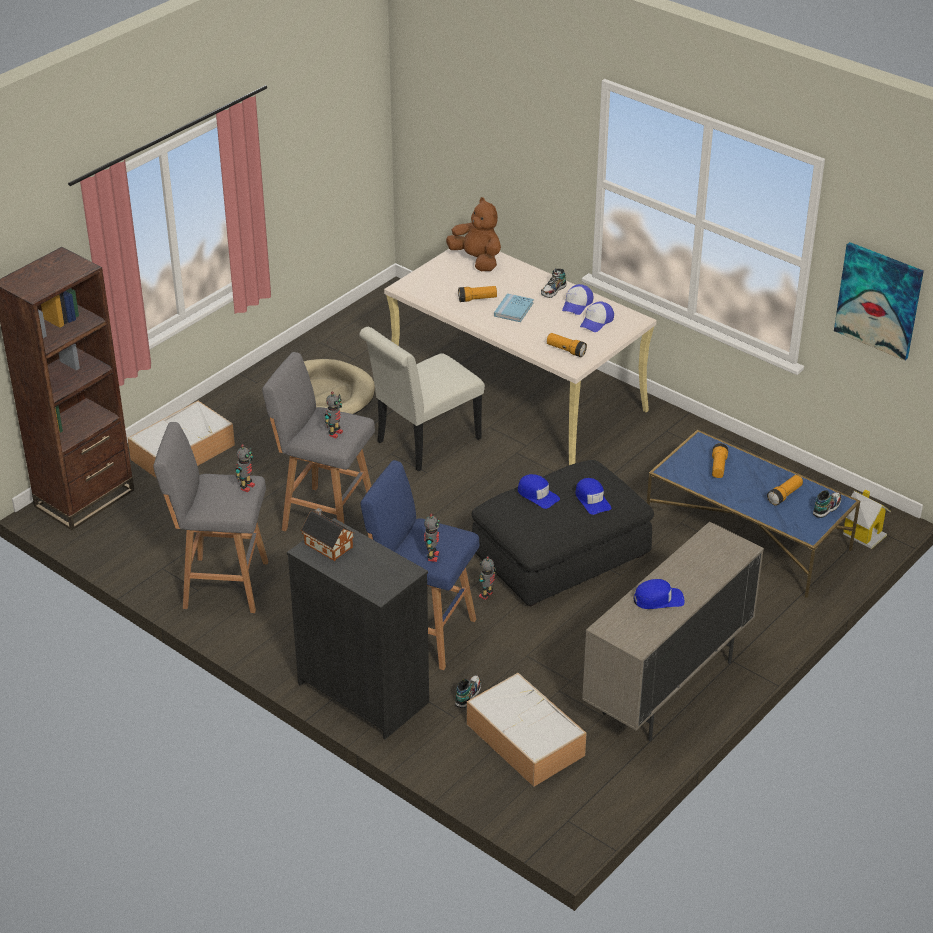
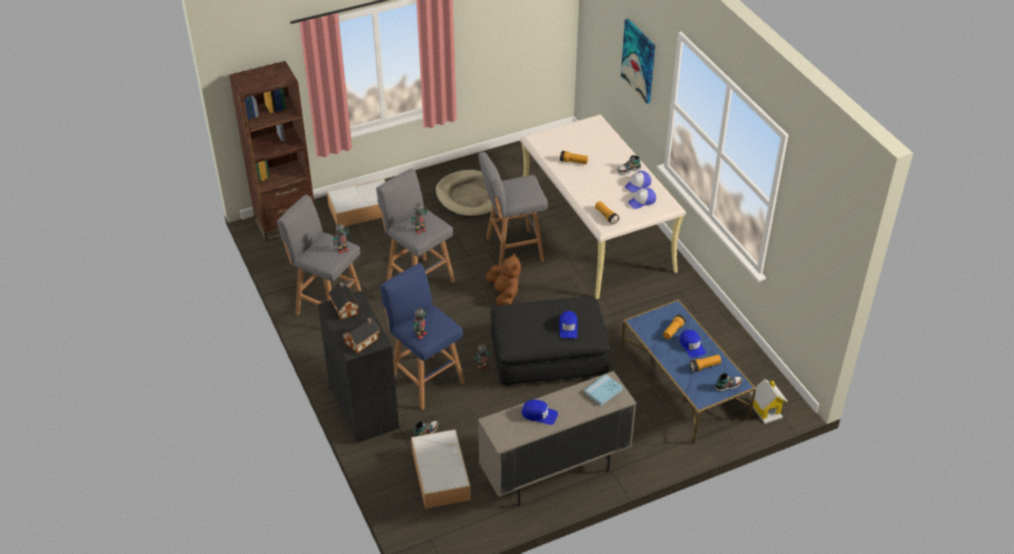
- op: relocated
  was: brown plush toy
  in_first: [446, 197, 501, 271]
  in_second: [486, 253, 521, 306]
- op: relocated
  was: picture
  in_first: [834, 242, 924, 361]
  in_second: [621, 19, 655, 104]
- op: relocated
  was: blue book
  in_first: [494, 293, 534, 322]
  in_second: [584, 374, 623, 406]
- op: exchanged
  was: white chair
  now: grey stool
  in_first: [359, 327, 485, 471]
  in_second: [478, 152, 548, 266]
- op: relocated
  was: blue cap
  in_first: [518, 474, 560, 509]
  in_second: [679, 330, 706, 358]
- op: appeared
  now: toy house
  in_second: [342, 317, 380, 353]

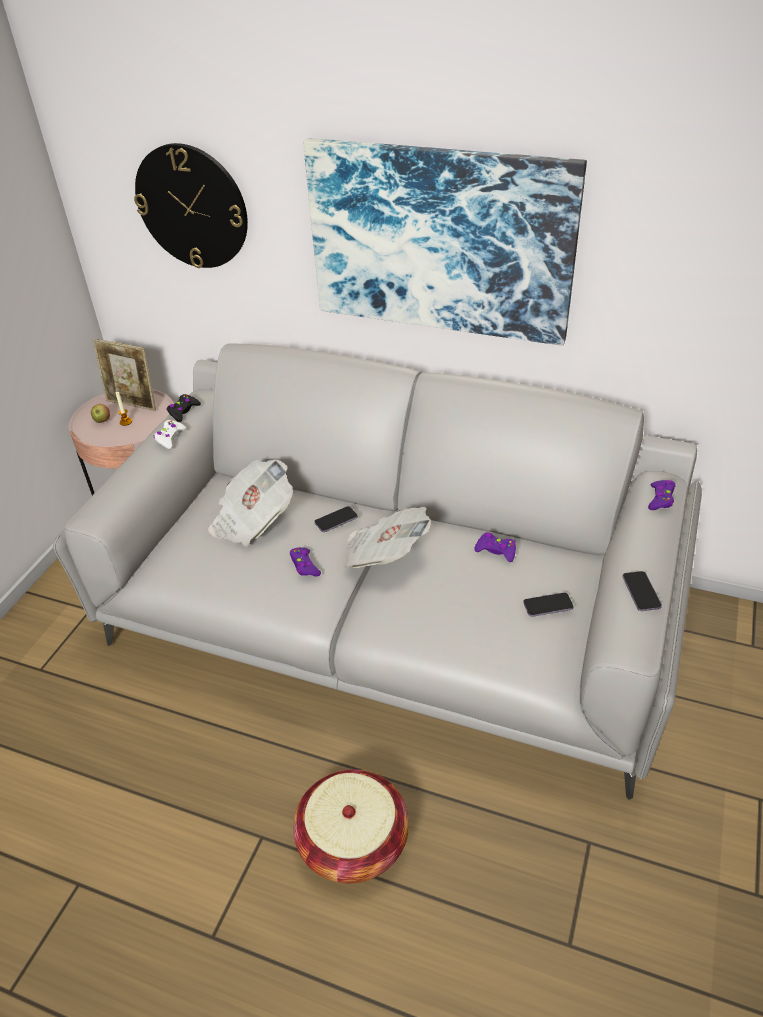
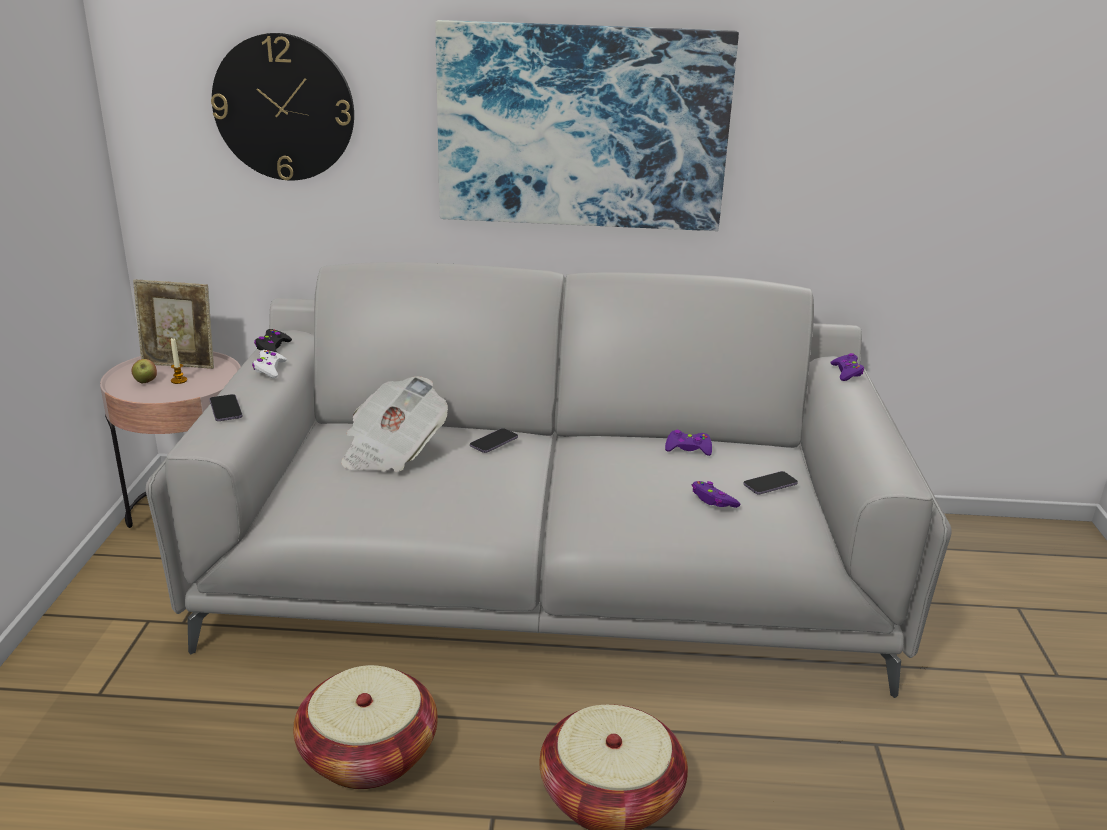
- op: missing
  was: newspaper
  in_first: [345, 507, 431, 568]
- op: relocated
  was: purple game controller
  in_first: [290, 548, 321, 577]
  in_second: [692, 481, 740, 508]
- op: relocated
  was: phone
  in_first: [622, 571, 662, 611]
  in_second: [210, 394, 242, 421]
- op: appeared
  now: basket
  in_second: [293, 665, 438, 789]

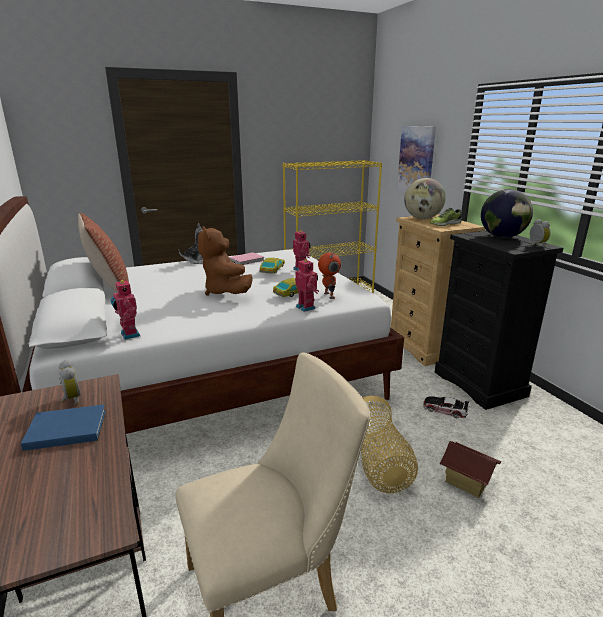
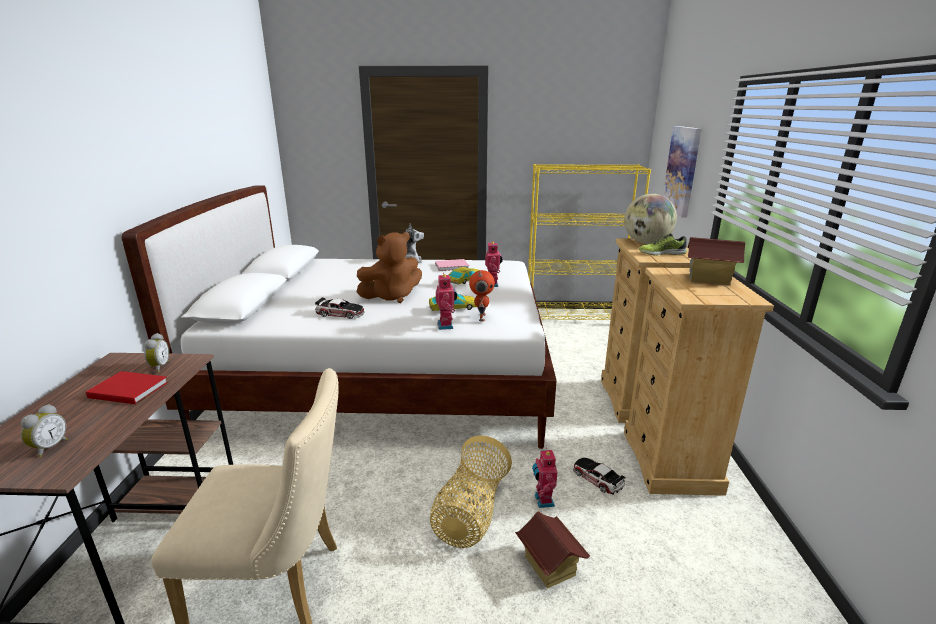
- op: exchanged
  was: globe
  now: toy house
  in_first: [481, 189, 533, 238]
  in_second: [688, 237, 745, 286]
- op: missing
  was: pillow
  in_first: [78, 213, 129, 292]
- op: relocated
  was: alarm clock
  in_first: [530, 219, 551, 247]
  in_second: [21, 404, 67, 457]
- op: spun
  was: brown plush toy
  in_first: [198, 226, 253, 296]
  in_second: [356, 232, 422, 303]
  clockwise: -120
- op: colour
  was: black dresser
  now: beige dresser
  in_first: [435, 231, 563, 410]
  in_second: [624, 267, 774, 496]
- op: relocated
  was: toy robot
  in_first: [111, 279, 140, 340]
  in_second: [532, 448, 557, 508]
- op: colour
  was: blue book
  now: red book
  in_first: [21, 404, 106, 451]
  in_second: [86, 371, 168, 404]
- op: appeared
  now: toy car
  in_second: [315, 297, 364, 319]

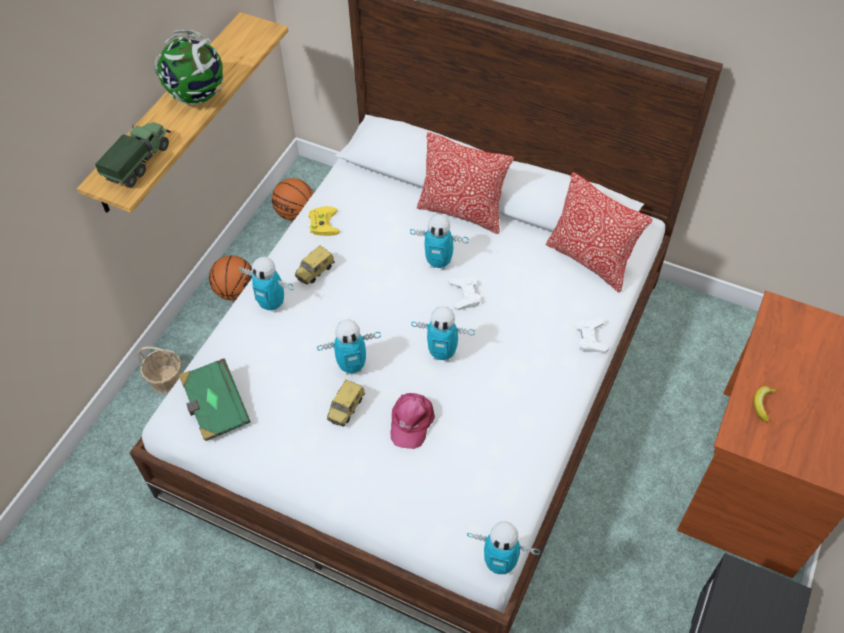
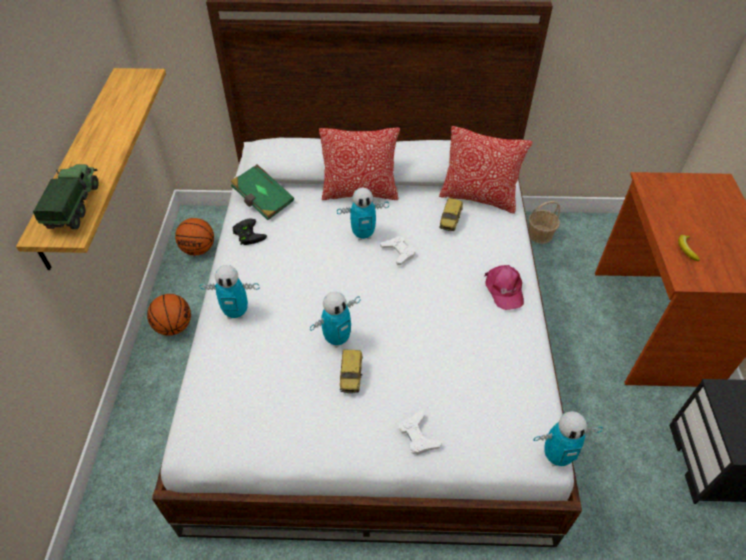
- op: missing
  was: globe
  in_first: [154, 30, 224, 105]
- op: colour
  was: yellow game controller
  now: black game controller
  in_first: [308, 206, 340, 236]
  in_second: [233, 219, 267, 245]
- op: relocated
  was: toy car
  in_first: [295, 245, 335, 285]
  in_second: [439, 198, 463, 231]
- op: missing
  was: toy robot
  in_first: [411, 306, 475, 361]
- op: relocated
  was: white game controller
  in_first: [576, 318, 609, 353]
  in_second: [399, 411, 442, 455]
- op: relocated
  was: basket
  in_first: [138, 346, 182, 394]
  in_second: [528, 201, 560, 244]
- op: relocated
  was: green book
  in_first: [179, 358, 251, 441]
  in_second: [231, 164, 294, 220]
- op: relocated
  was: pink cap
  in_first: [391, 393, 435, 449]
  in_second: [484, 265, 524, 310]

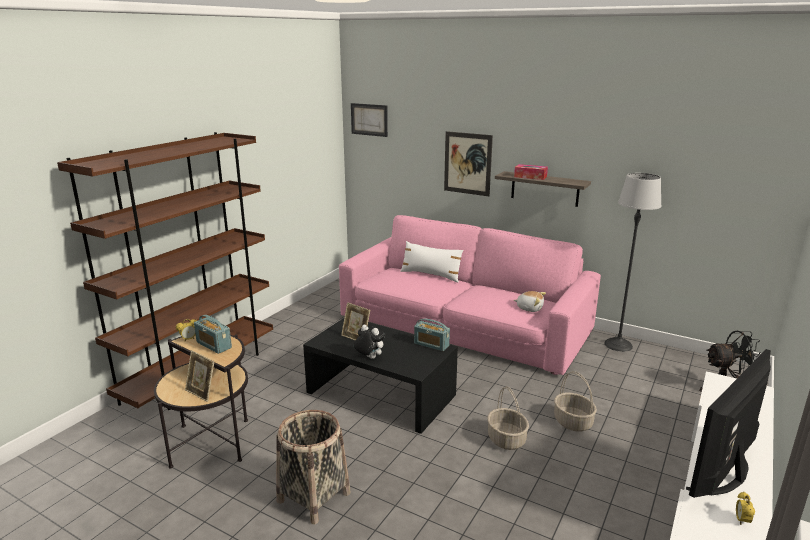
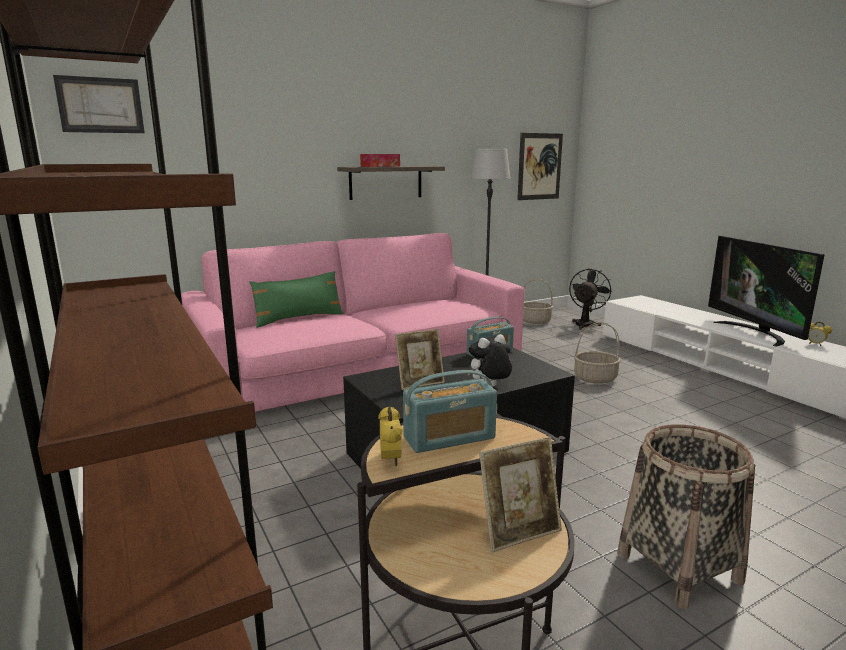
- op: relocated
  was: picture
  in_first: [444, 131, 493, 196]
  in_second: [517, 133, 563, 200]
- op: colour
  was: white pillow
  now: green pillow
  in_first: [400, 241, 464, 282]
  in_second: [249, 271, 344, 328]
- op: missing
  was: plush toy
  in_first: [514, 291, 546, 312]
- op: relocated
  was: basket
  in_first: [487, 386, 529, 450]
  in_second: [523, 278, 553, 324]

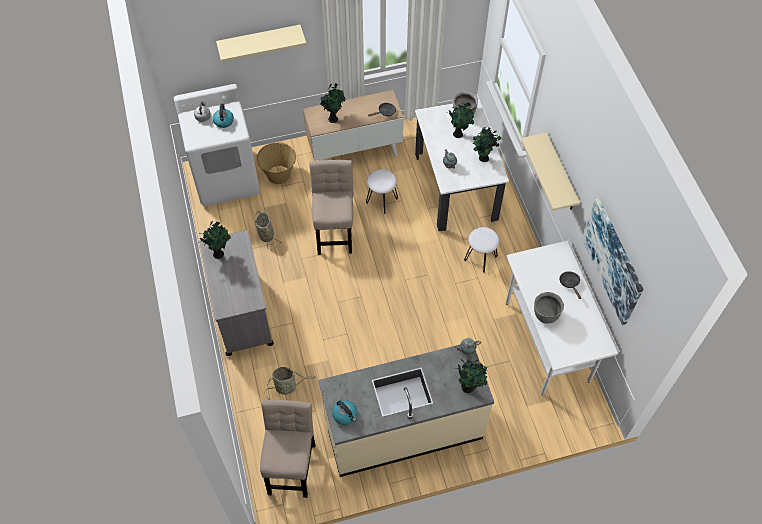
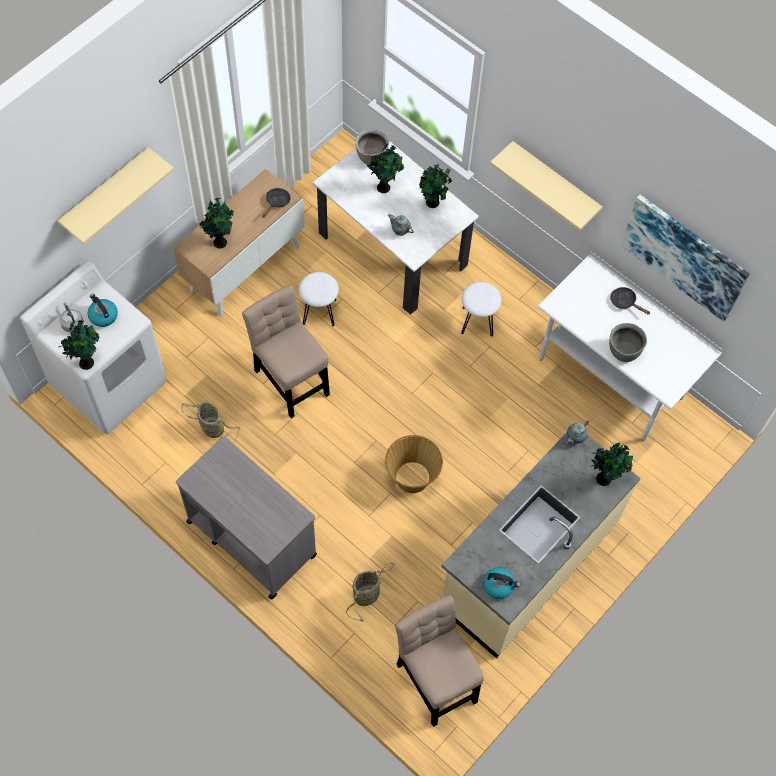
- op: relocated
  was: basket
  in_first: [257, 142, 296, 184]
  in_second: [385, 435, 443, 493]
- op: relocated
  was: potted plant
  in_first: [199, 221, 231, 259]
  in_second: [59, 320, 99, 370]

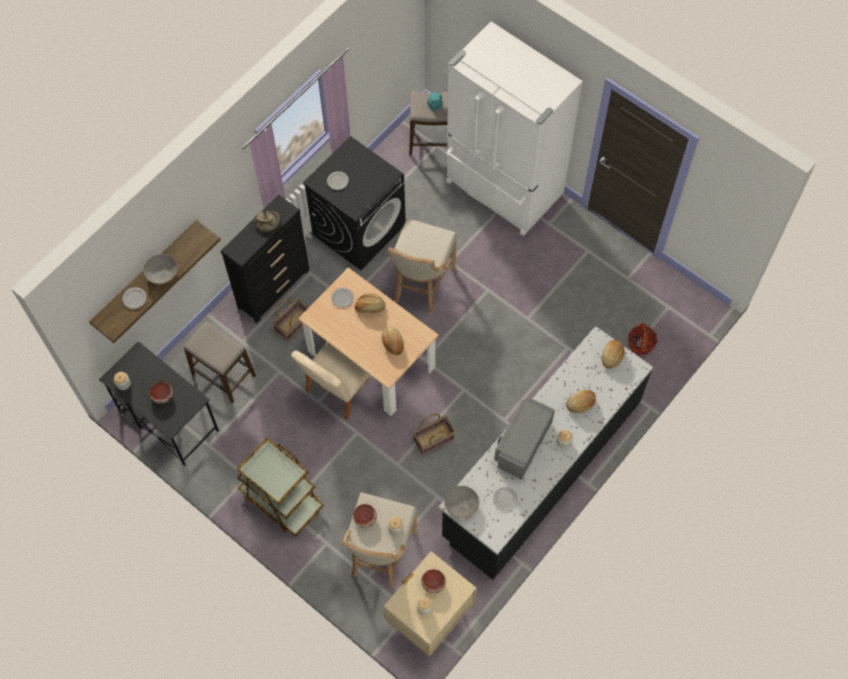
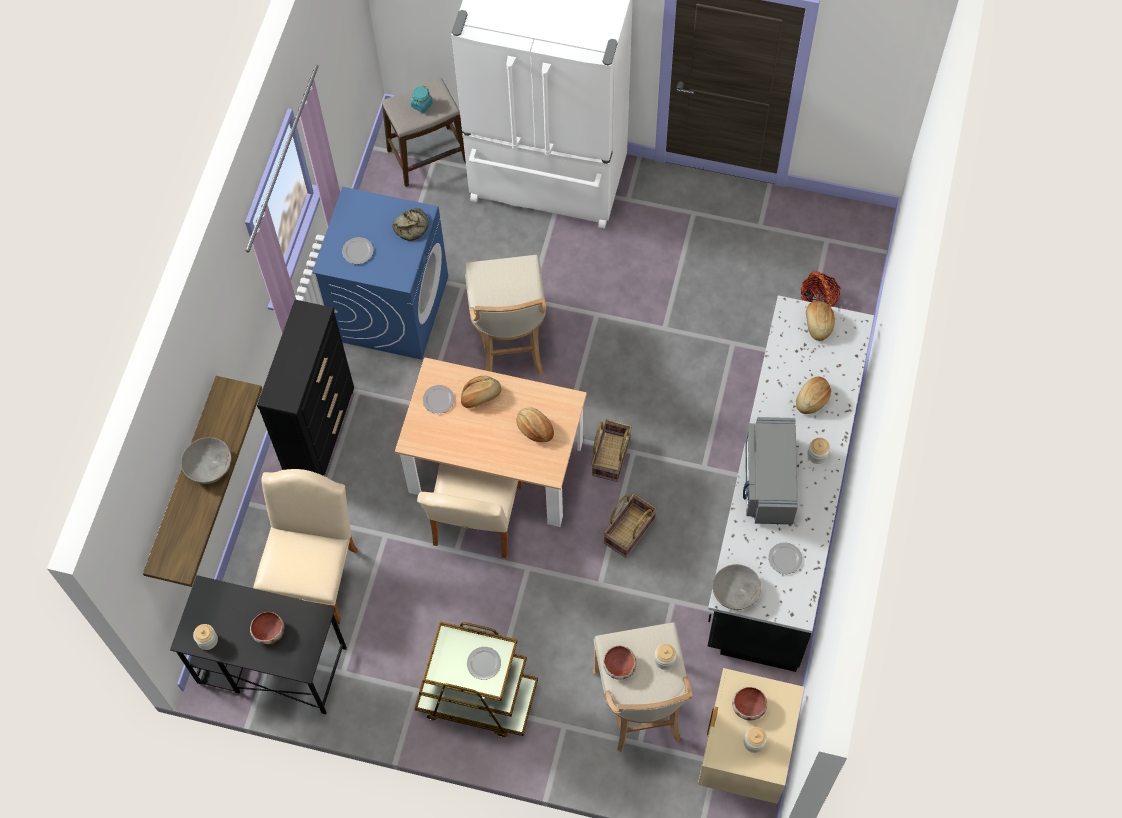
- op: colour
  was: black washing machine
  now: blue washing machine
  in_first: [303, 136, 406, 270]
  in_second: [312, 187, 448, 360]
- op: relocated
  was: bread
  in_first: [254, 211, 281, 233]
  in_second: [392, 208, 429, 241]
- op: relocated
  was: plate
  in_first: [122, 287, 147, 309]
  in_second: [467, 647, 501, 680]
- op: relocated
  was: basket
  in_first: [272, 298, 309, 342]
  in_second: [591, 419, 632, 482]
- op: exchanged
  was: stool
  now: beige chair
  in_first: [184, 321, 256, 403]
  in_second: [253, 469, 358, 624]

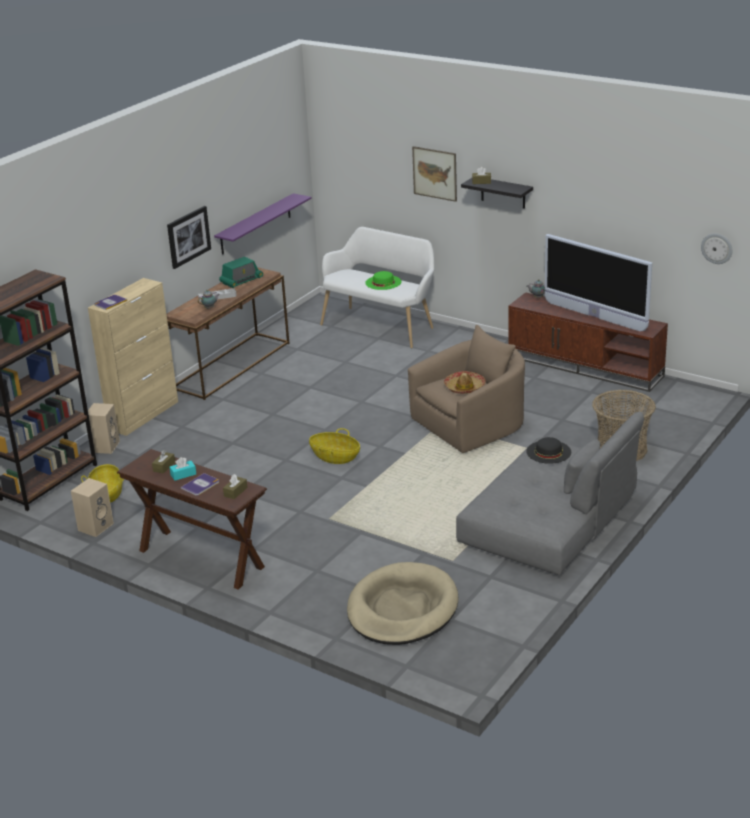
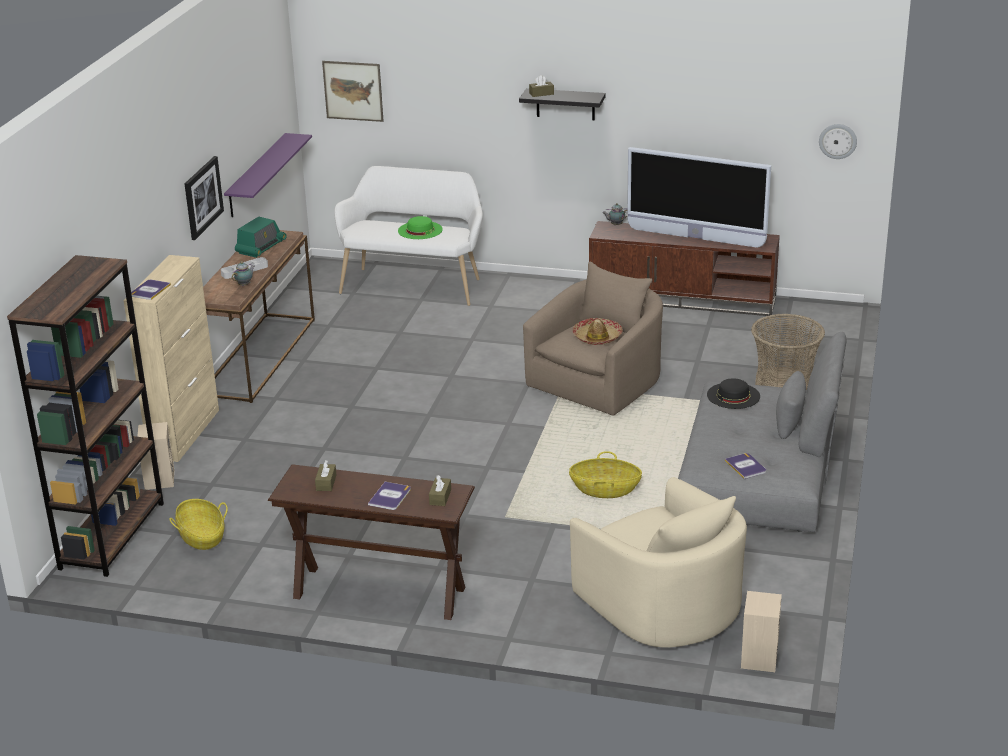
- op: relocated
  was: picture
  in_first: [412, 146, 457, 202]
  in_second: [322, 61, 384, 122]
- op: relocated
  was: basket
  in_first: [309, 428, 360, 464]
  in_second: [569, 451, 642, 498]
- op: missing
  was: turquoise tissue box
  in_first: [170, 457, 196, 481]
- op: relocated
  was: beige speaker
  in_first: [71, 478, 114, 537]
  in_second: [741, 591, 782, 672]
- op: exchanged
  was: beige dog bed
  now: beige armchair
  in_first: [347, 562, 459, 645]
  in_second: [570, 477, 747, 648]
- op: appeared
  now: book
  in_second: [725, 453, 766, 479]

